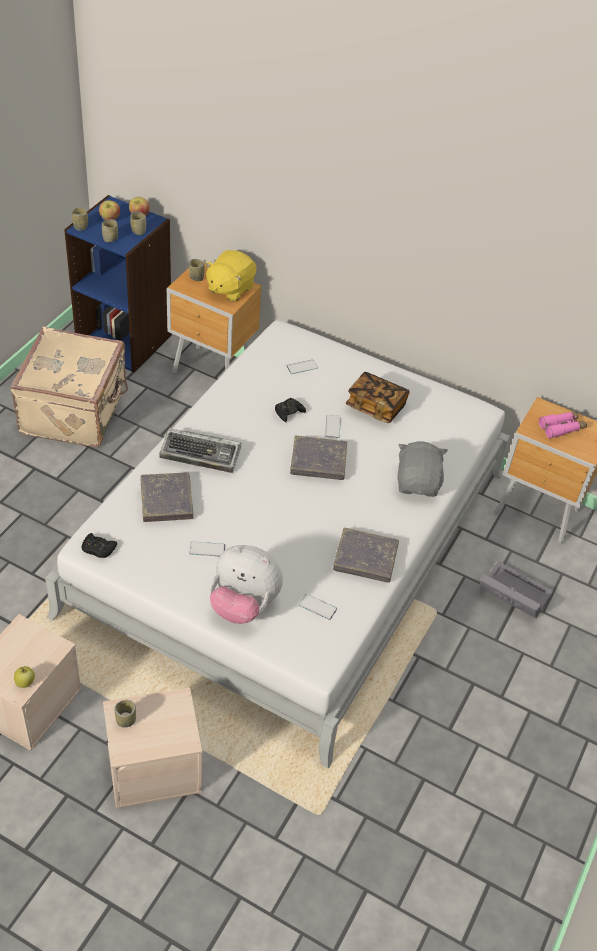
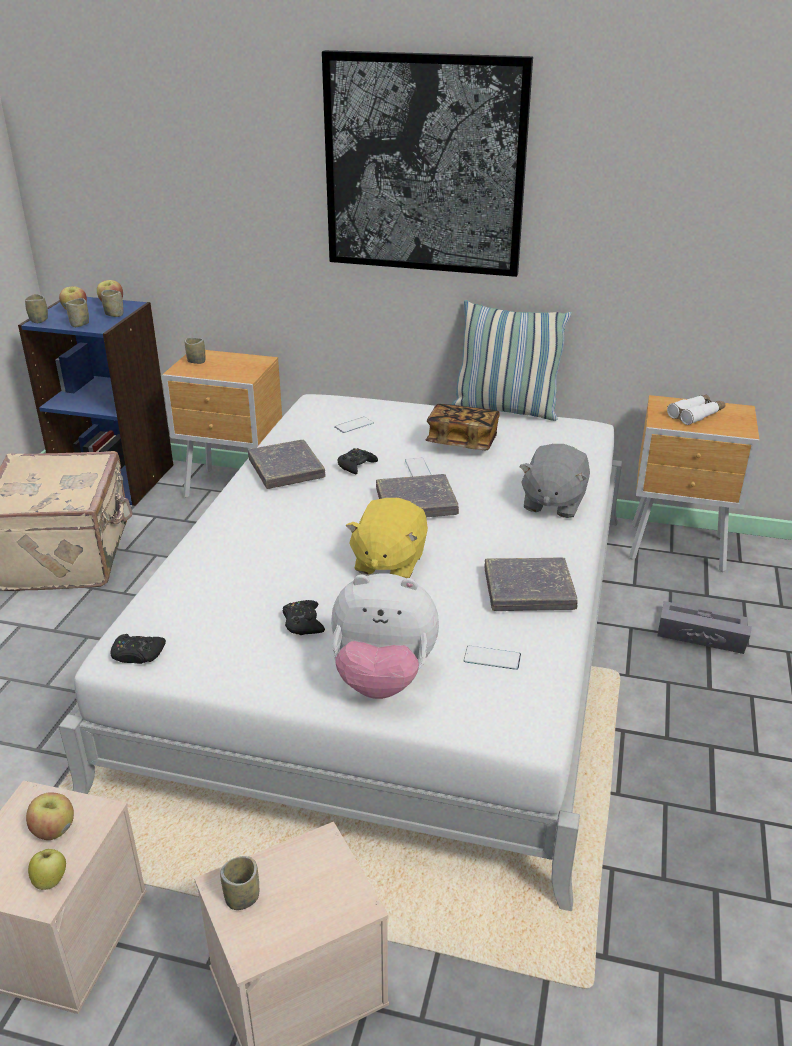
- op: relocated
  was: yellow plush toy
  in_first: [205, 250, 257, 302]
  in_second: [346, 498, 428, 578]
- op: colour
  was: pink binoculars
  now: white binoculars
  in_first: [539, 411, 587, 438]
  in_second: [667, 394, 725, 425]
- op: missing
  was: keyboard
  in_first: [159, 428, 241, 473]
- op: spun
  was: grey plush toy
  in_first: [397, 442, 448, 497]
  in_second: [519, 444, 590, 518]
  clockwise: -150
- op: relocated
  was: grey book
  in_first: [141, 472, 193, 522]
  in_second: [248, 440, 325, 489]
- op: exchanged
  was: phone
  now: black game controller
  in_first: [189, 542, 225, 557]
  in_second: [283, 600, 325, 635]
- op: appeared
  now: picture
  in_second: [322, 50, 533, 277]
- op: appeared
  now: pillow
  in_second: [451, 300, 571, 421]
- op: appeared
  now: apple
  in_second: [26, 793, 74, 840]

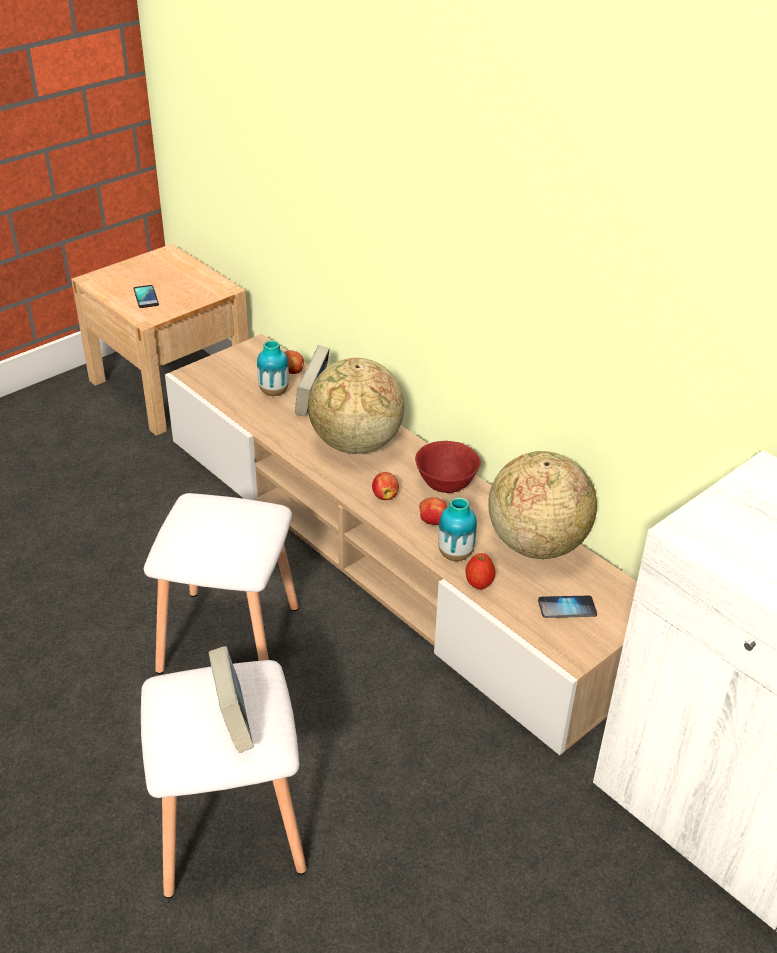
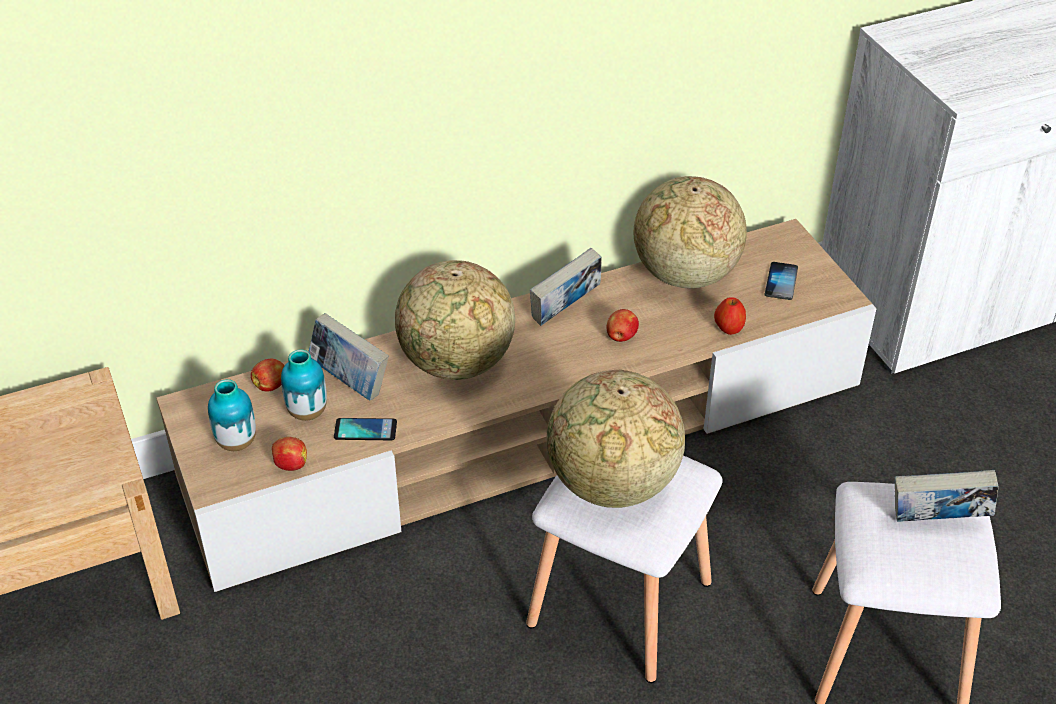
- op: relocated
  was: phone
  in_first: [133, 285, 159, 308]
  in_second: [334, 418, 397, 440]
- op: exchanged
  was: red bowl
  now: book
  in_first: [415, 441, 481, 493]
  in_second: [530, 248, 602, 326]
- op: relocated
  was: apple
  in_first: [372, 472, 399, 500]
  in_second: [272, 437, 307, 471]
- op: relocated
  was: vase
  in_first: [438, 497, 477, 561]
  in_second: [208, 379, 256, 451]
- op: appeared
  now: globe
  in_second: [547, 369, 685, 508]

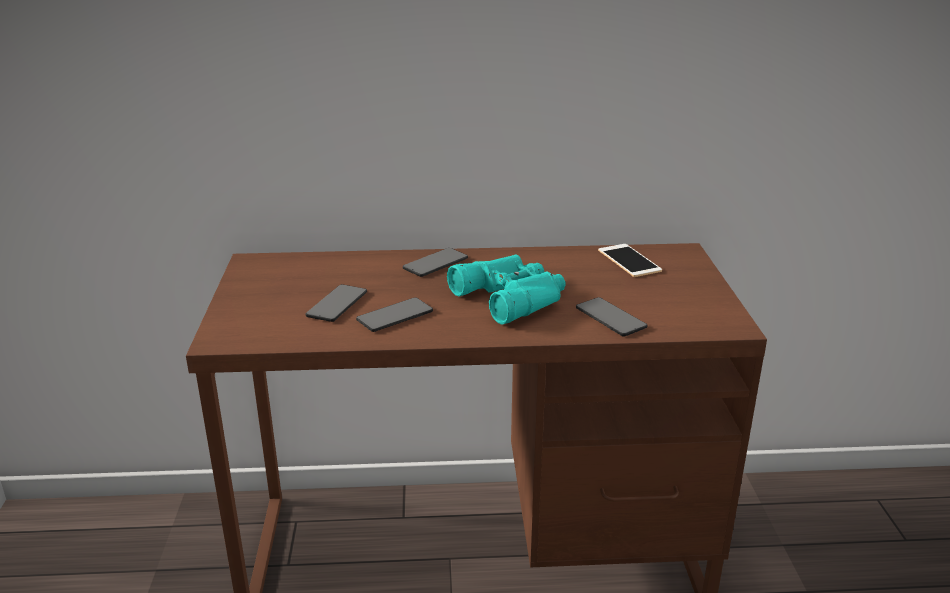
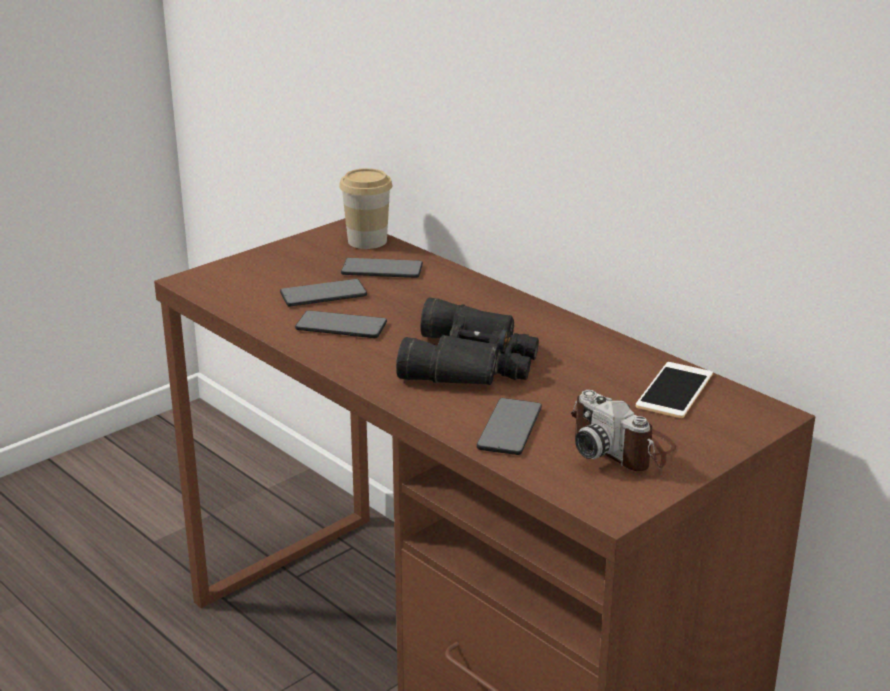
- op: relocated
  was: phone
  in_first: [403, 248, 468, 277]
  in_second: [341, 258, 423, 278]
- op: colour
  was: turquoise binoculars
  now: black binoculars
  in_first: [447, 254, 565, 324]
  in_second: [396, 297, 539, 385]
- op: appeared
  now: cup
  in_second: [339, 168, 392, 249]
- op: appeared
  now: photo camera
  in_second: [571, 390, 676, 471]

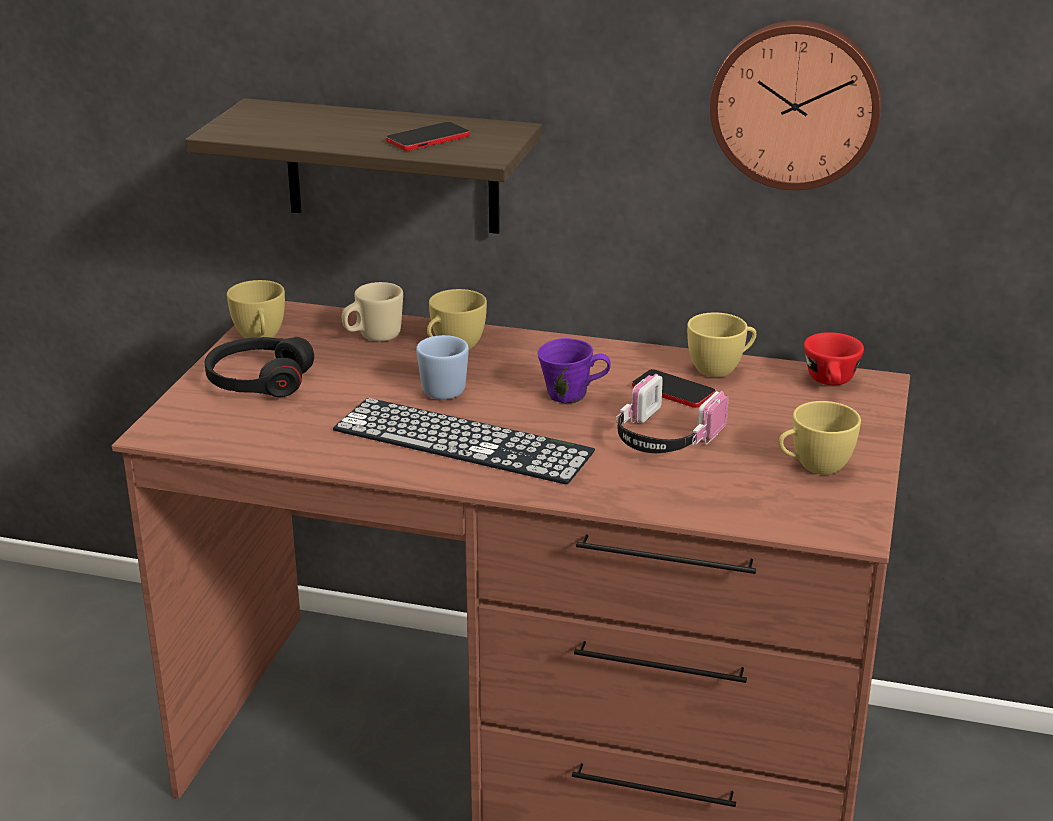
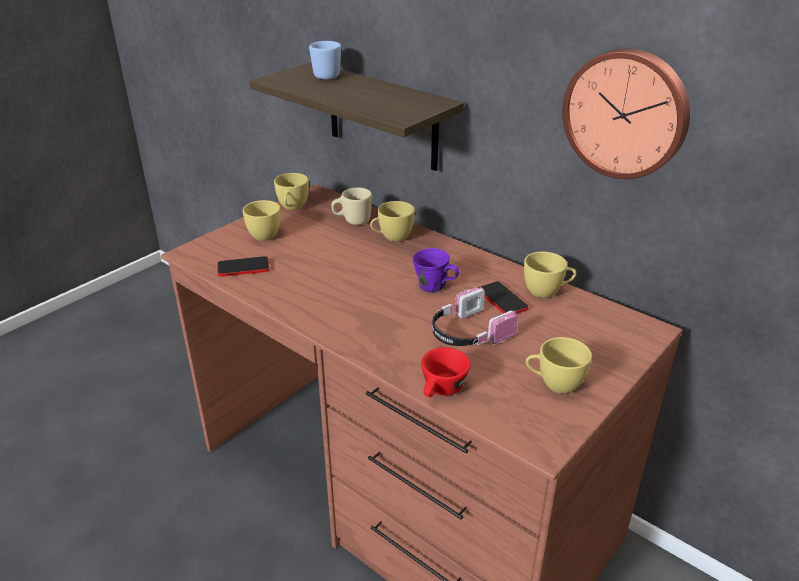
- op: relocated
  was: phone
  in_first: [386, 122, 470, 151]
  in_second: [218, 256, 269, 277]
- op: relocated
  was: red cup
  in_first: [804, 332, 864, 385]
  in_second: [421, 348, 470, 397]
- op: relocated
  was: blue mug
  in_first: [416, 335, 469, 400]
  in_second: [309, 41, 341, 79]
- op: exchanged
  was: black headphones
  now: yellow cup
  in_first: [205, 337, 314, 397]
  in_second: [243, 200, 282, 241]
- op: missing
  was: keyboard
  in_first: [333, 398, 595, 484]

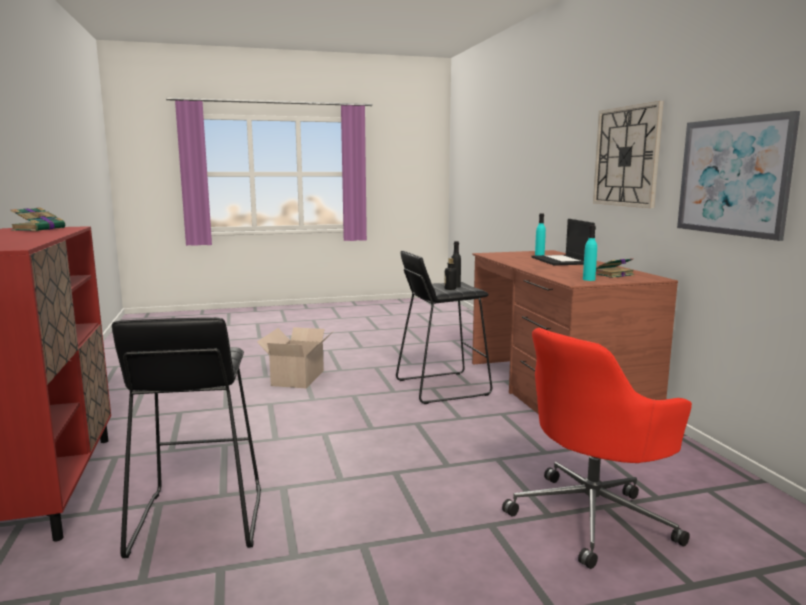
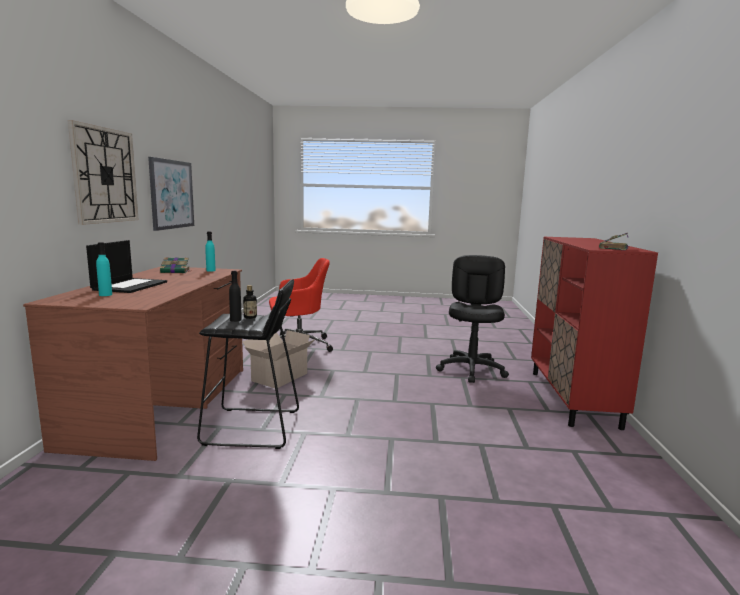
- op: exchanged
  was: black stool
  now: black office chair
  in_first: [112, 317, 261, 558]
  in_second: [436, 255, 509, 383]
- op: relocated
  was: cardboard box
  in_first: [257, 327, 331, 388]
  in_second: [242, 330, 316, 388]

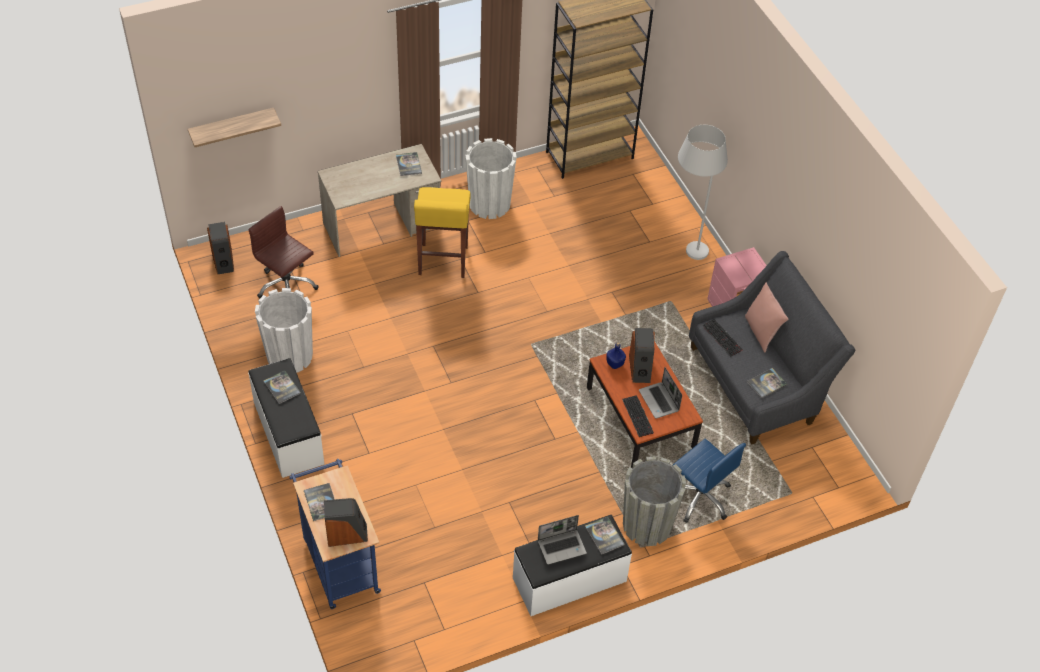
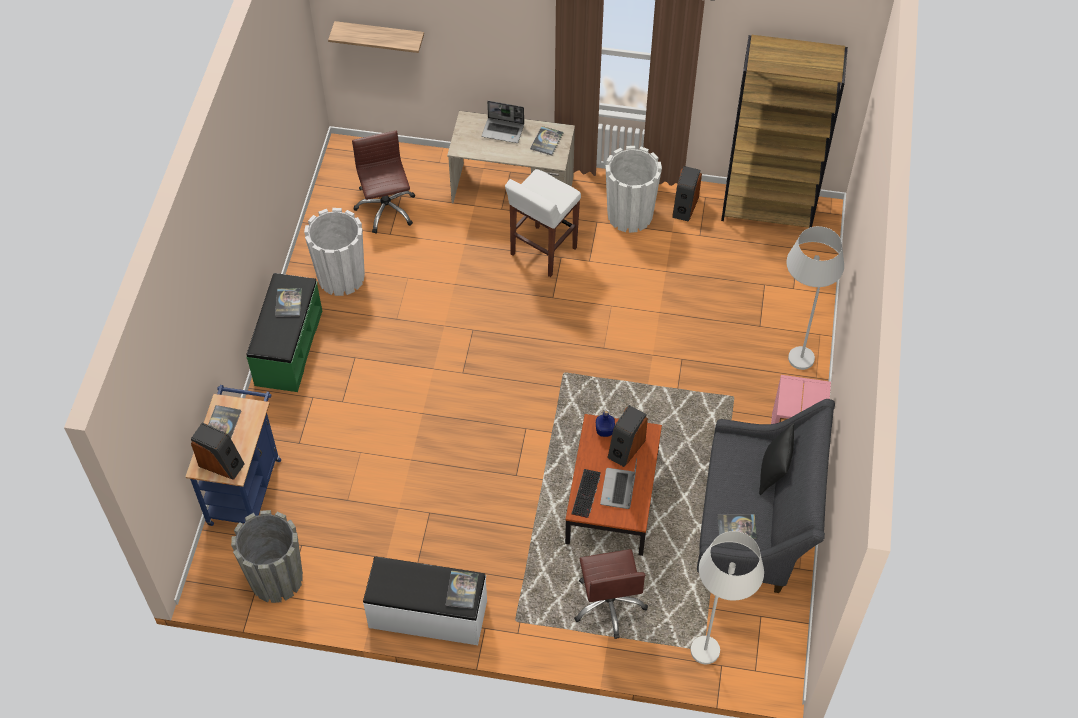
- op: colour
  was: yellow stool
  now: white stool
  in_first: [414, 187, 471, 278]
  in_second: [505, 169, 581, 277]
- op: relocated
  was: speaker
  in_first: [207, 222, 234, 274]
  in_second: [672, 166, 702, 222]
- op: colour
  was: pink pillow
  now: black pillow
  in_first: [745, 282, 788, 352]
  in_second: [759, 423, 794, 495]
- op: missing
  was: keyboard
  in_first: [702, 319, 743, 356]
- op: colour
  was: white bench
  now: green bench
  in_first: [248, 358, 324, 478]
  in_second: [246, 273, 322, 392]
- op: colour
  was: blue office chair
  now: brown office chair
  in_first: [673, 439, 746, 523]
  in_second: [574, 549, 648, 639]
- op: relocated
  was: grey planter
  in_first: [623, 456, 686, 546]
  in_second: [231, 510, 303, 603]
- op: relocated
  was: laptop
  in_first: [538, 515, 587, 565]
  in_second: [482, 101, 524, 143]
- op: appeared
  now: white floor lamp
  in_second: [691, 531, 764, 664]

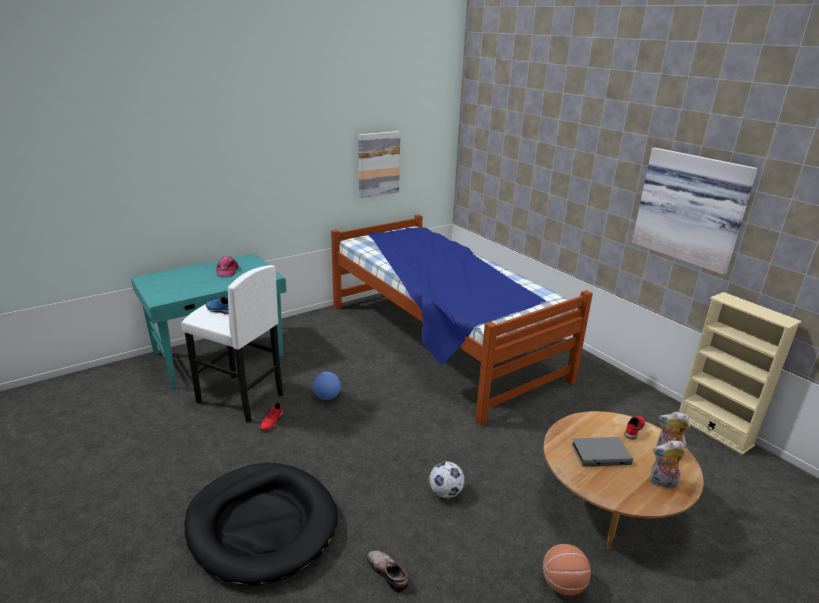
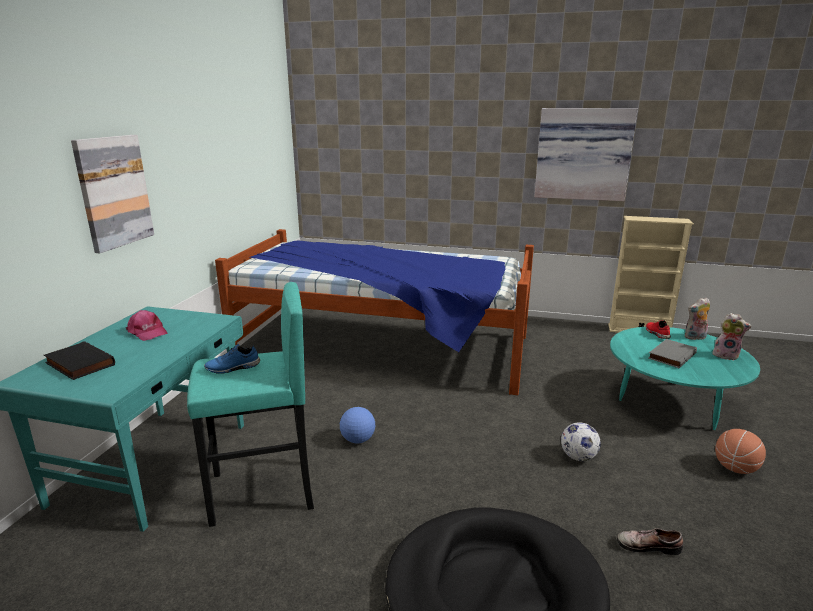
- op: relocated
  was: picture
  in_first: [358, 131, 400, 198]
  in_second: [71, 135, 154, 253]
- op: colour
  was: white stool
  now: turquoise stool
  in_first: [181, 265, 284, 423]
  in_second: [187, 282, 314, 527]
- op: missing
  was: red shoe
  in_first: [260, 402, 283, 430]
- op: colour
  was: brown coffee table
  now: turquoise coffee table
  in_first: [543, 411, 704, 550]
  in_second: [610, 327, 760, 430]
- op: spun
  was: plush toy
  in_first: [650, 440, 685, 488]
  in_second: [712, 313, 752, 360]
  clockwise: -120
- op: appeared
  now: black book
  in_second: [44, 341, 115, 380]

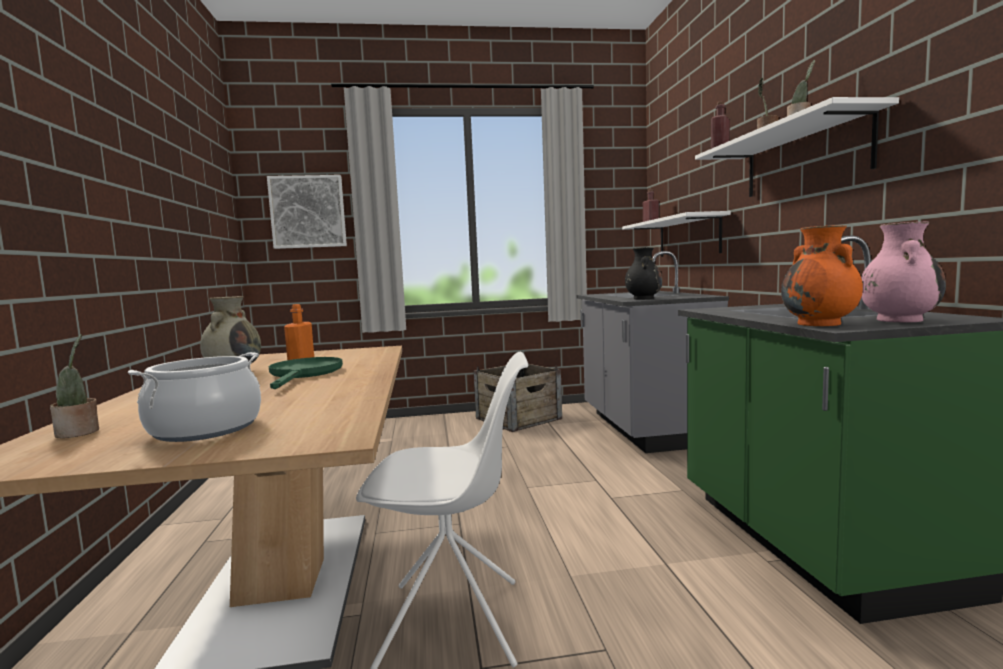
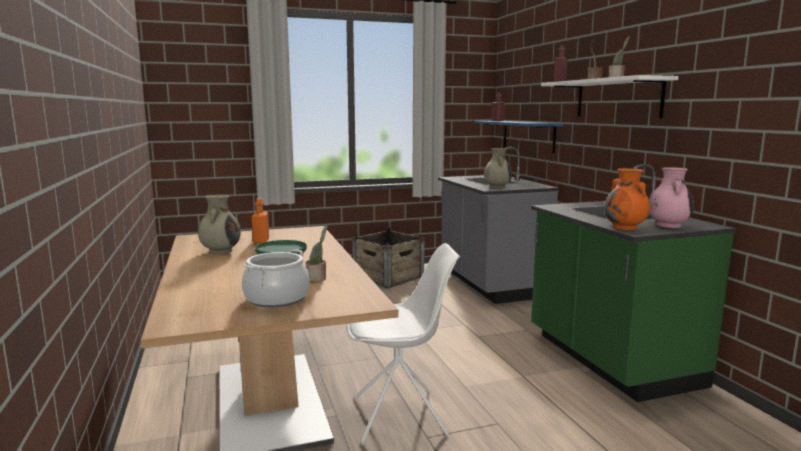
- op: missing
  was: picture
  in_first: [267, 175, 347, 249]
- op: colour
  was: white shelf
  now: blue shelf
  in_first: [622, 211, 731, 257]
  in_second: [474, 121, 563, 154]
- op: colour
  was: black vase
  now: beige vase
  in_first: [625, 247, 662, 299]
  in_second: [484, 148, 512, 189]
- op: relocated
  was: potted plant
  in_first: [50, 334, 99, 438]
  in_second: [306, 225, 328, 282]

